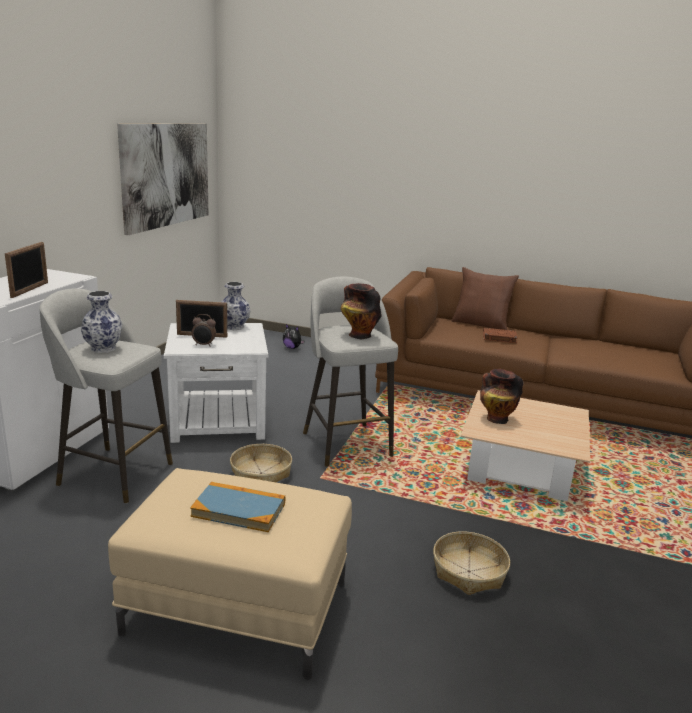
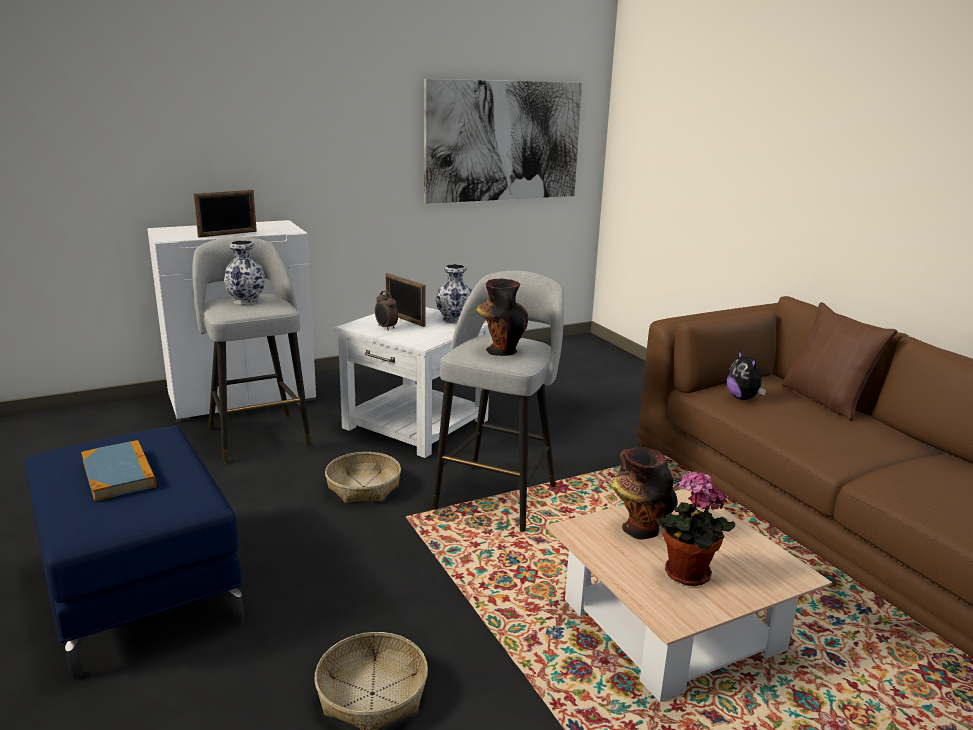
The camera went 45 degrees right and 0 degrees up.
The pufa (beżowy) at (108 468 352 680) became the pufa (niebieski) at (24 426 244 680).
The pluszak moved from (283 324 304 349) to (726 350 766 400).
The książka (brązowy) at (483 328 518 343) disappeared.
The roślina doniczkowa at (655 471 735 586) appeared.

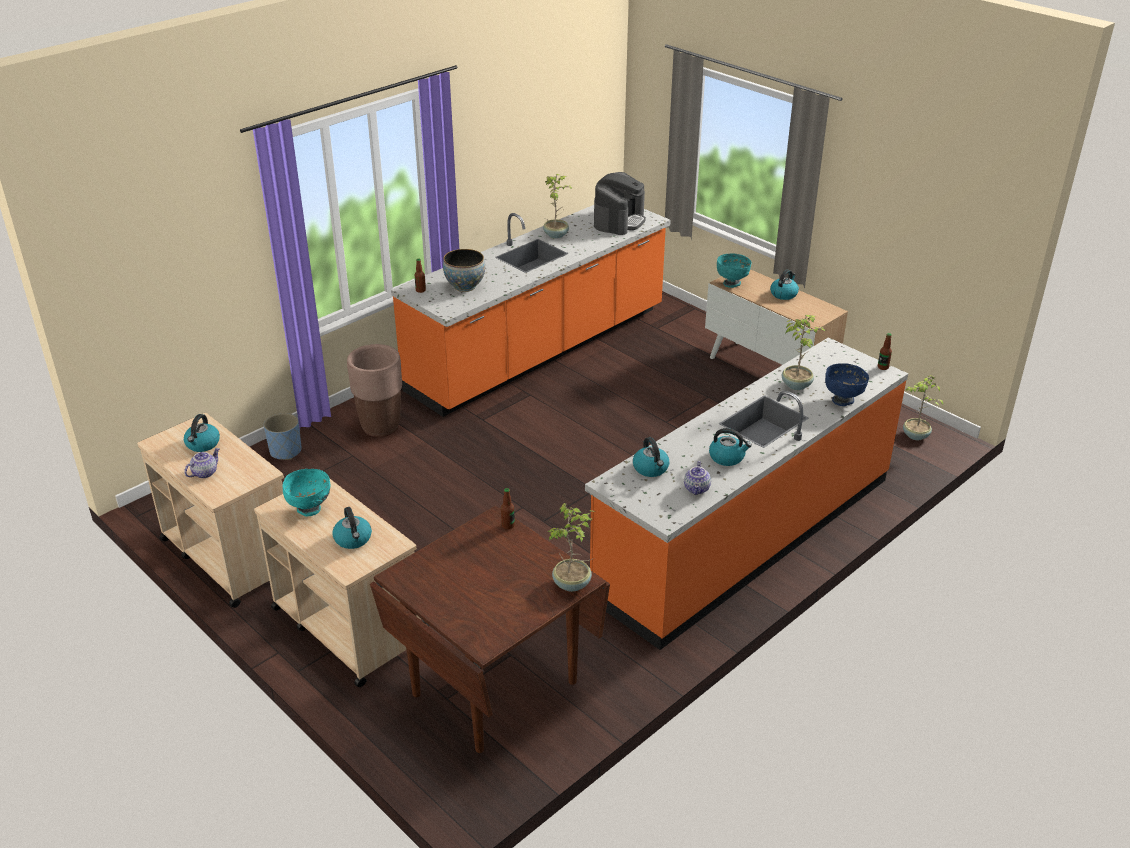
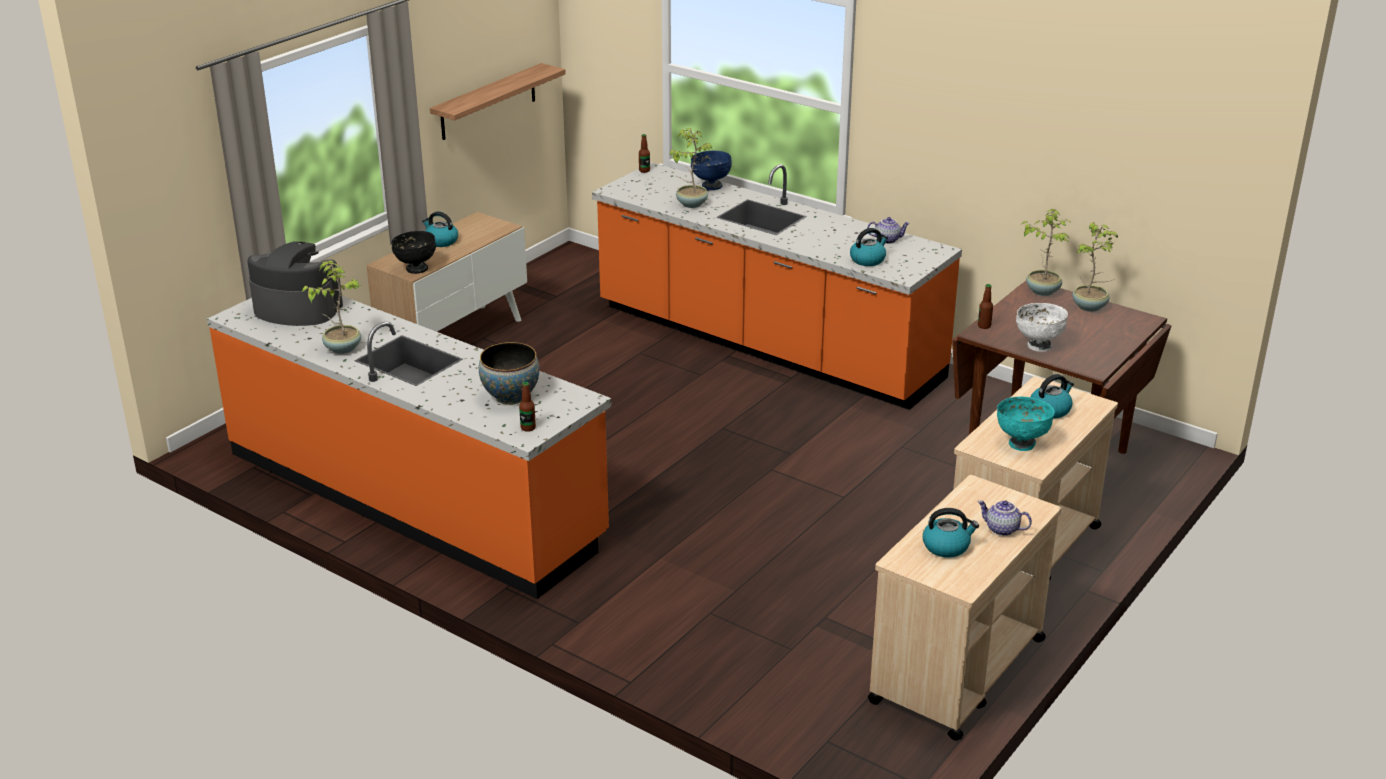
The camera went 100 degrees left and 5 degrees down.
The donica (niebieski) at (264 413 302 460) disappeared.
The donica (brązowy) at (347 344 402 437) disappeared.
The czajnik at (709 428 752 466) disappeared.
The miska (turkusowy) at (717 253 752 288) became the miska (czarny) at (391 231 436 274).
The roślina doniczkowa moved from (903 375 943 440) to (1072 222 1118 312).
The półka at (430 63 566 140) appeared.
The miska (biały) at (1016 303 1068 352) appeared.

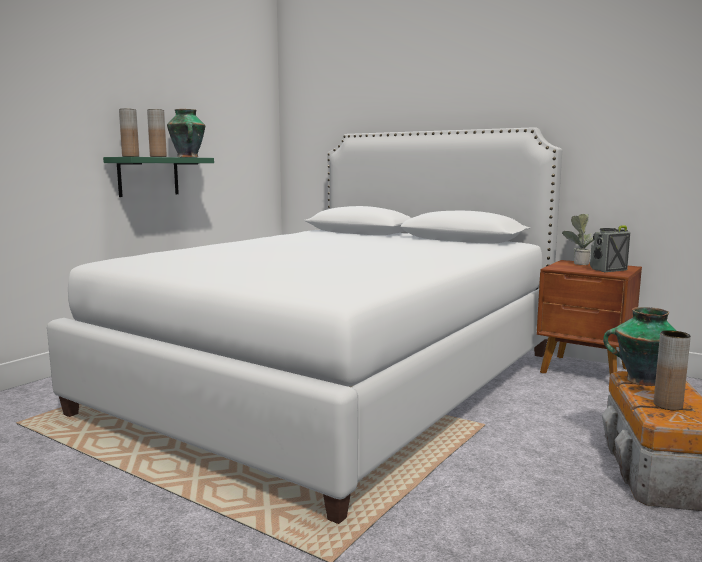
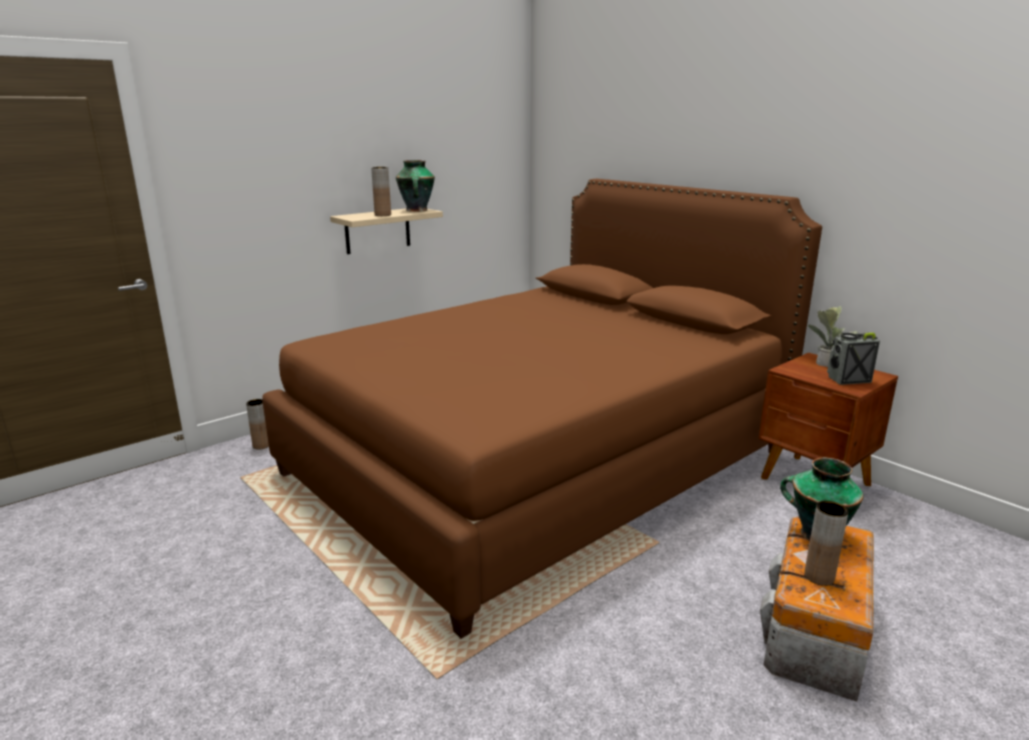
The camera went 15 degrees right and 10 degrees up.
The łóżko (biały) at (47 127 562 524) became the łóżko (brązowy) at (262 179 822 639).
The półka (zielony) at (103 157 214 197) became the półka (beżowy) at (330 208 443 254).
The wazon (brązowy) moved from (119 109 139 157) to (246 399 269 450).

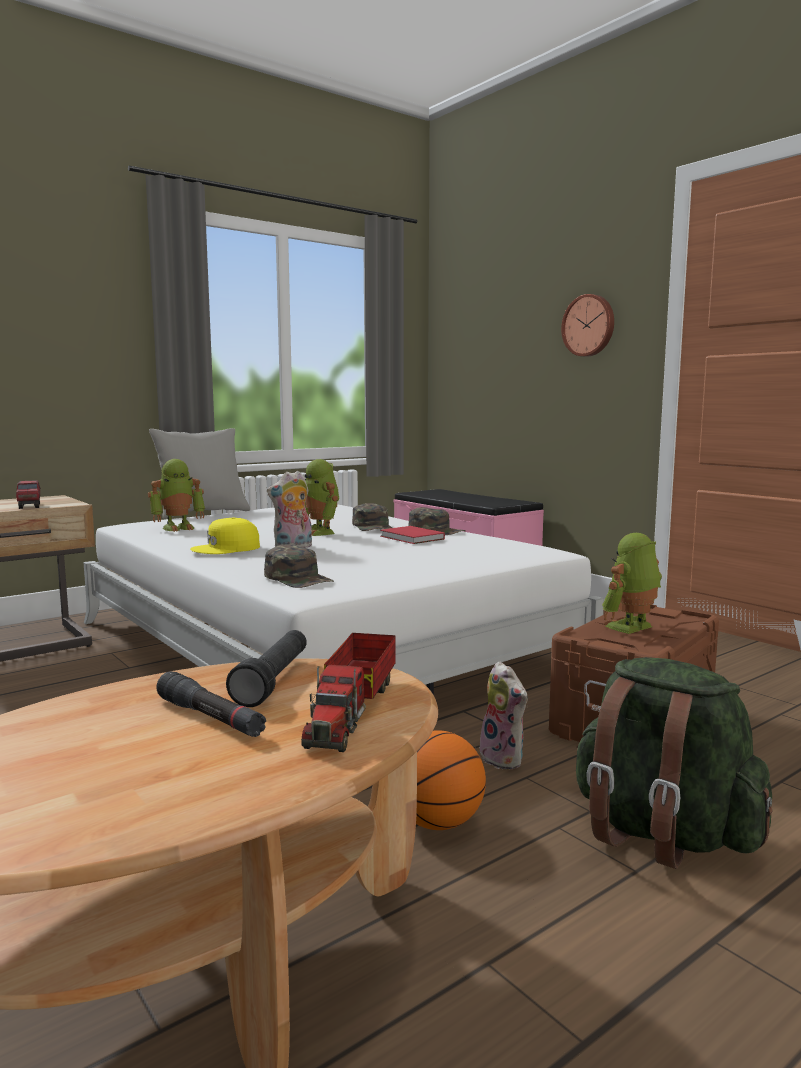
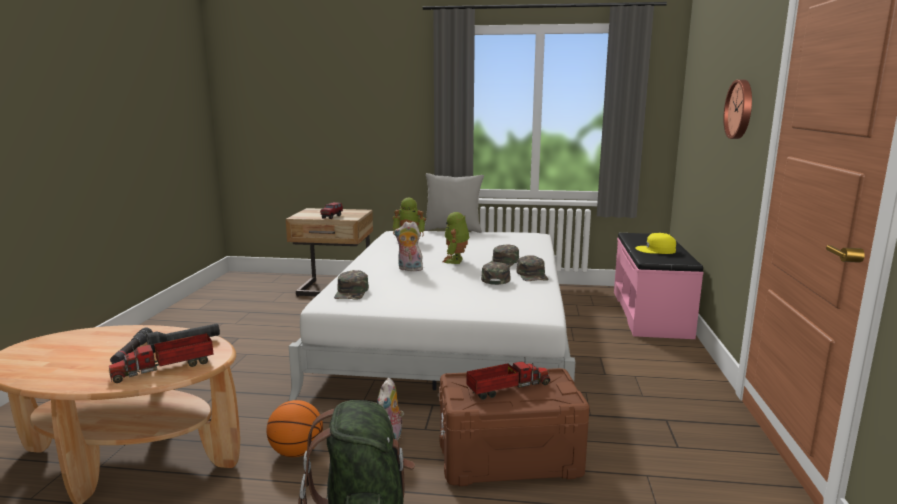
The camera went 45 degrees right and 5 degrees up.
The czapka z daszkiem (żółty) moved from (190 517 260 554) to (635 233 676 254).
The książka (czerwony) at (380 526 445 544) was replaced by the czapka z daszkiem (zielony) at (481 262 511 285).
The robot zabawkowy at (602 533 662 634) was replaced by the ciężarówka zabawkowa at (467 357 550 400).

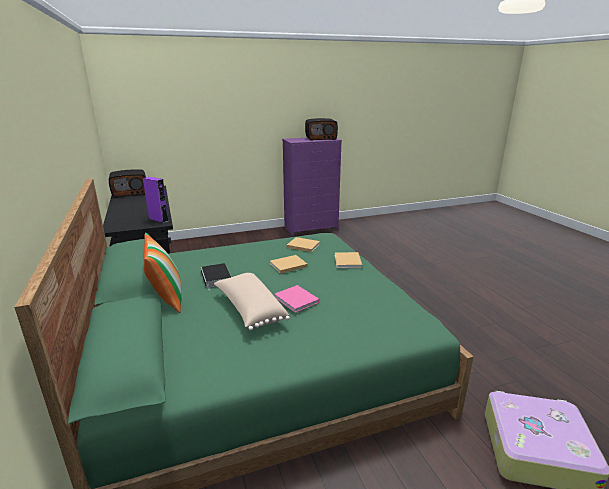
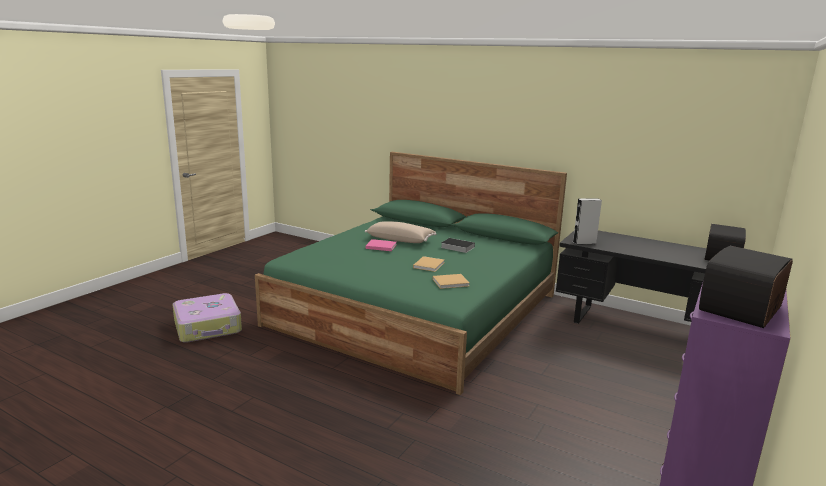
The camera went 140 degrees right and 5 degrees down.
The głośnik (fioletowy) at (143 177 169 223) became the głośnik (szary) at (573 198 602 245).
The poduszka at (143 233 182 313) disappeared.
The książka (beżowy) at (334 252 362 268) disappeared.

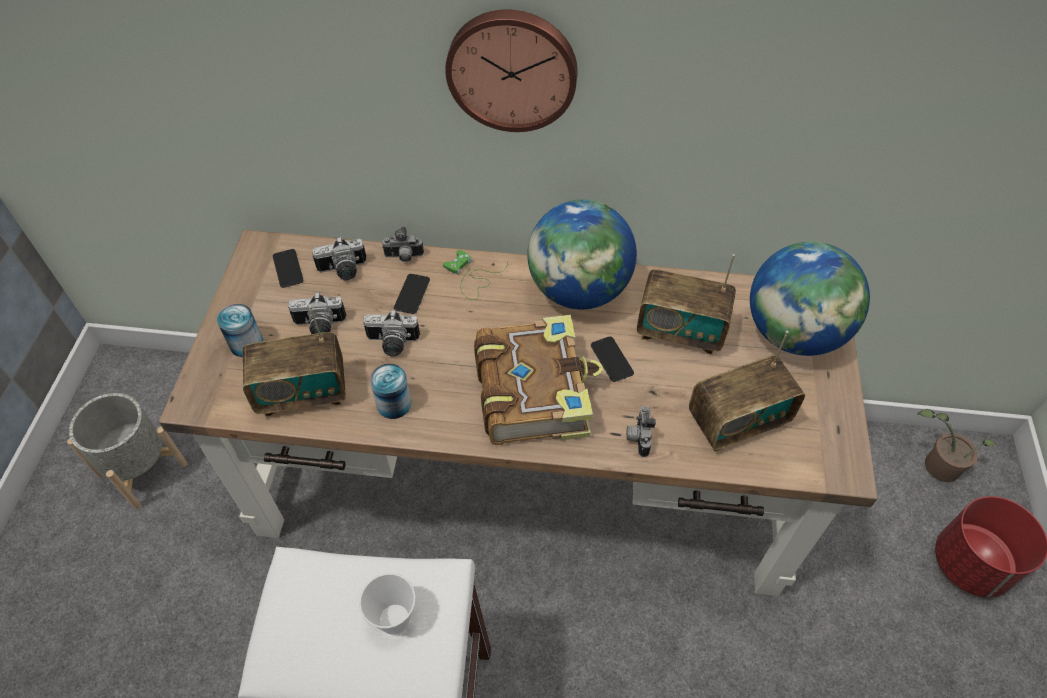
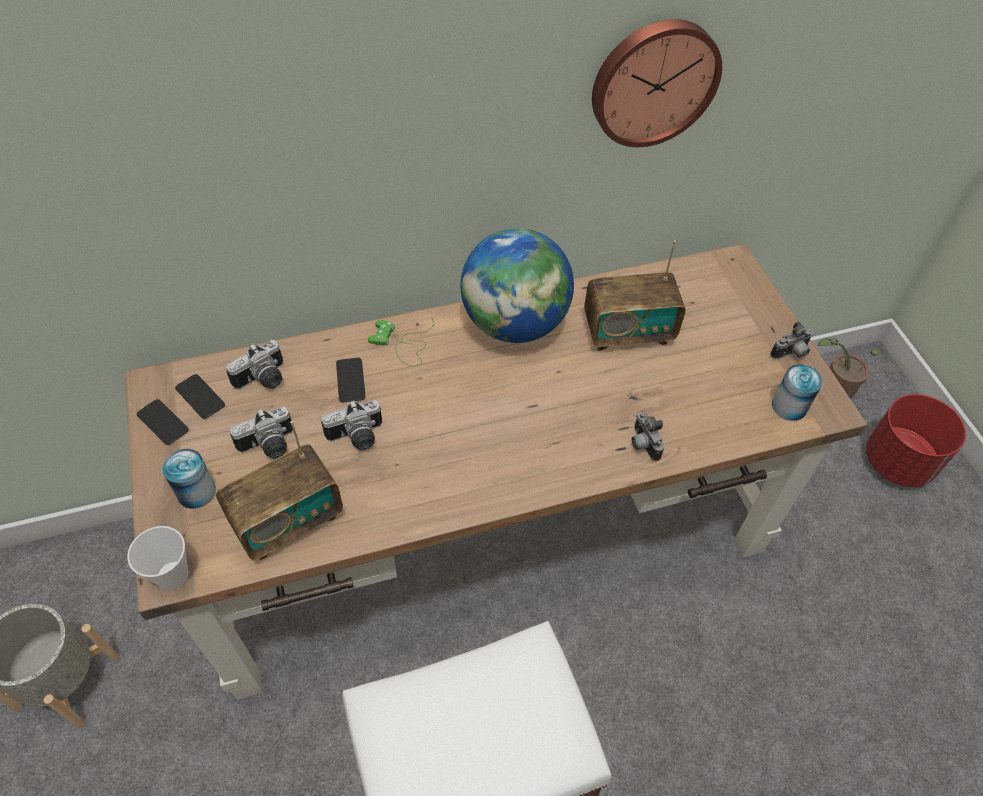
The camera went 25 degrees left and 0 degrees up.
The filiżanka moved from (359 573 416 635) to (127 526 188 590).
The puszka moved from (370 364 411 419) to (772 364 823 421).
The aparat fotograficzny moved from (382 226 424 262) to (770 321 813 359).
The zegar ścienny moved from (445 10 578 132) to (592 19 722 147).
The książka at (474 315 603 445) disappeared.
The telefon moved from (591 336 634 382) to (137 399 189 445).
The radio at (689 331 805 451) disappeared.
The globus at (750 242 870 356) disappeared.

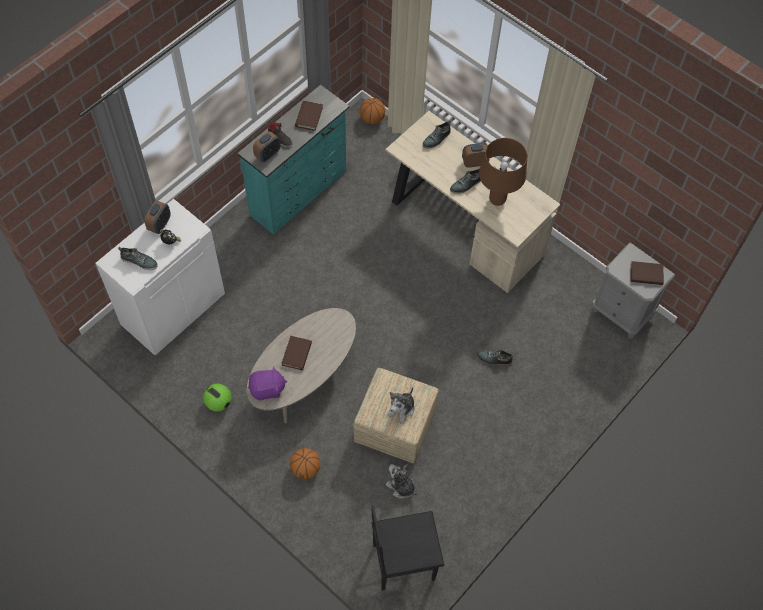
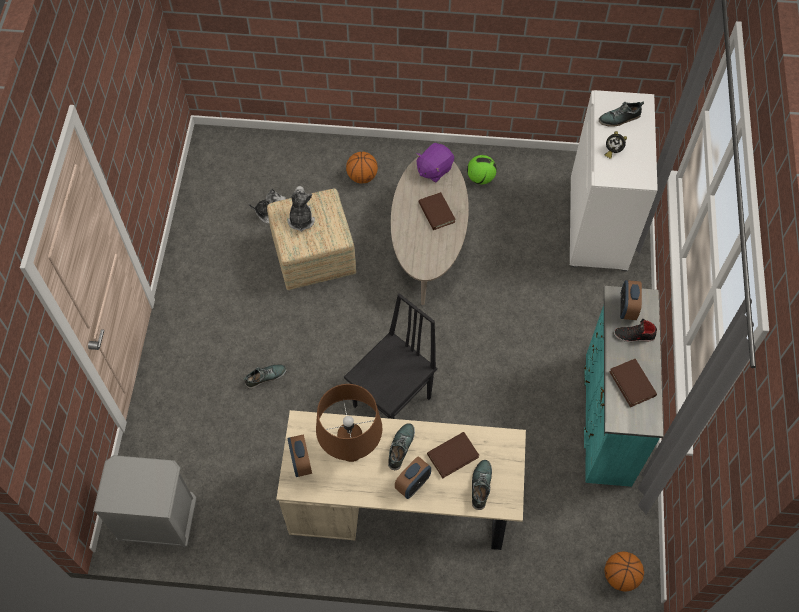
The camera went 145 degrees right and 0 degrees up.
The budzik moved from (144 201 171 234) to (288 434 312 477).
The krzesło (czarny) moved from (371 505 444 590) to (344 293 437 419).
The książka (brązowy) moved from (630 261 664 285) to (427 432 479 478).

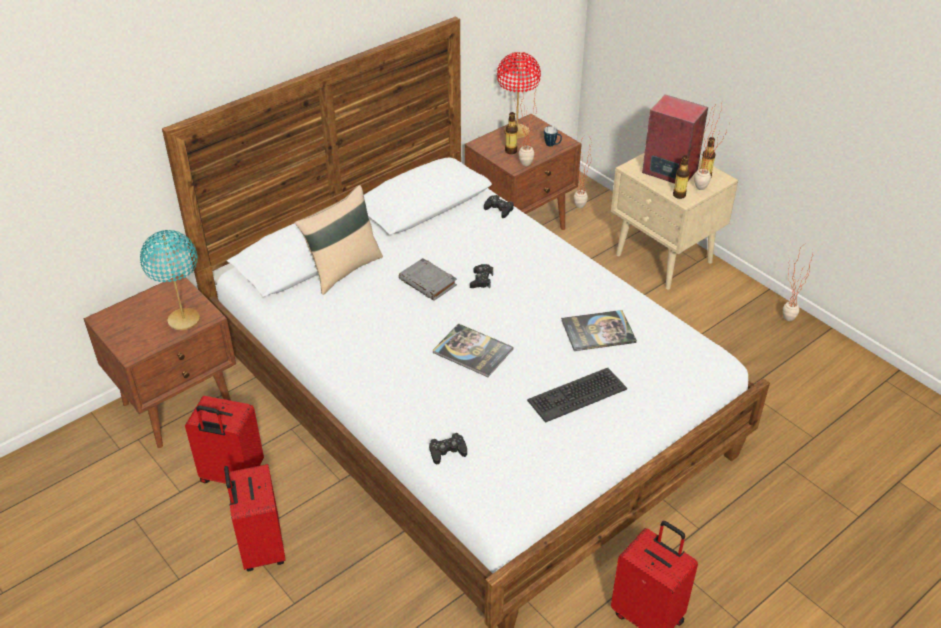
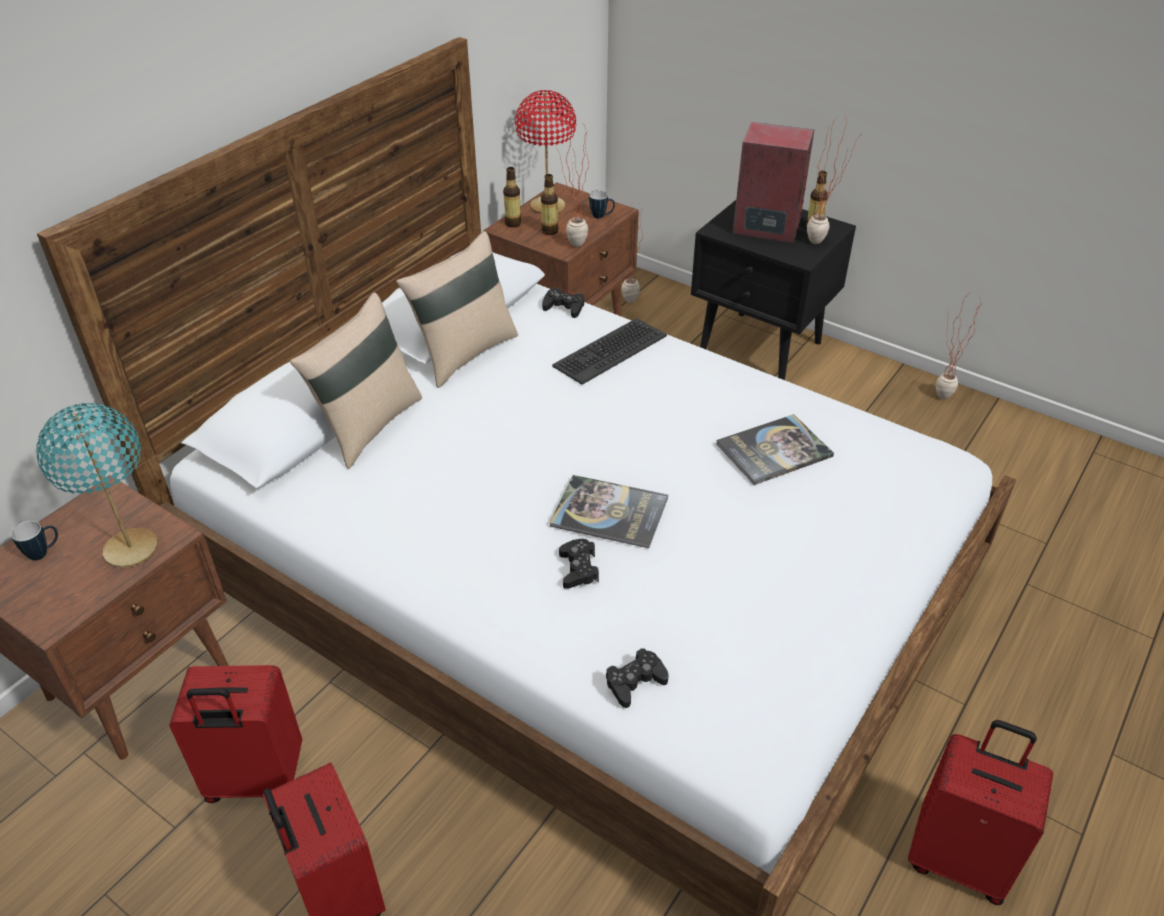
The camera went 15 degrees left and 0 degrees up.
The książka (szary) at (399 258 457 301) disappeared.
The pad do gier (czarny) moved from (470 264 493 288) to (559 539 599 589).
The klawiatura moved from (527 368 627 423) to (552 318 667 385).
The szafka nocna (beżowy) at (611 153 738 290) became the szafka nocna (czarny) at (691 200 856 380).
The butelka moved from (673 155 690 199) to (503 167 521 227).
The kubek at (11 521 58 560) appeared.
The poduszka (beżowy) at (396 231 518 388) appeared.

